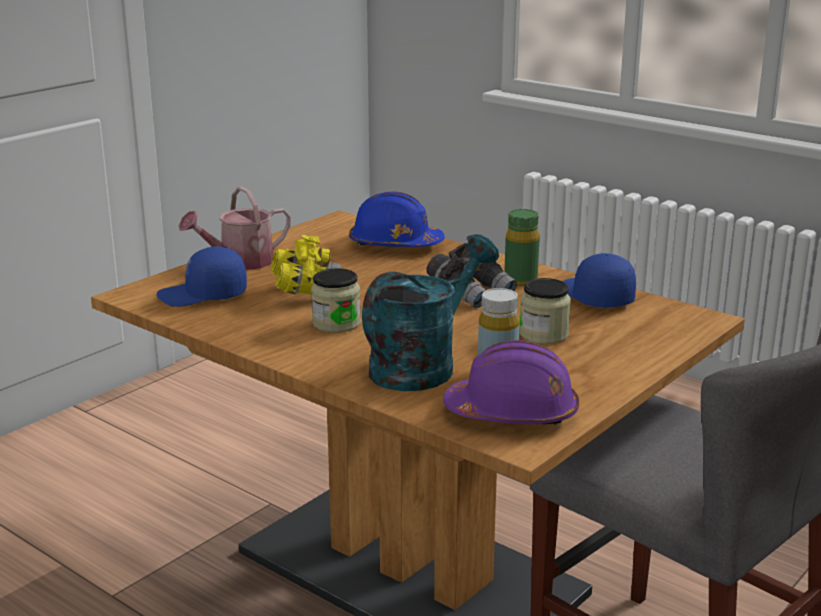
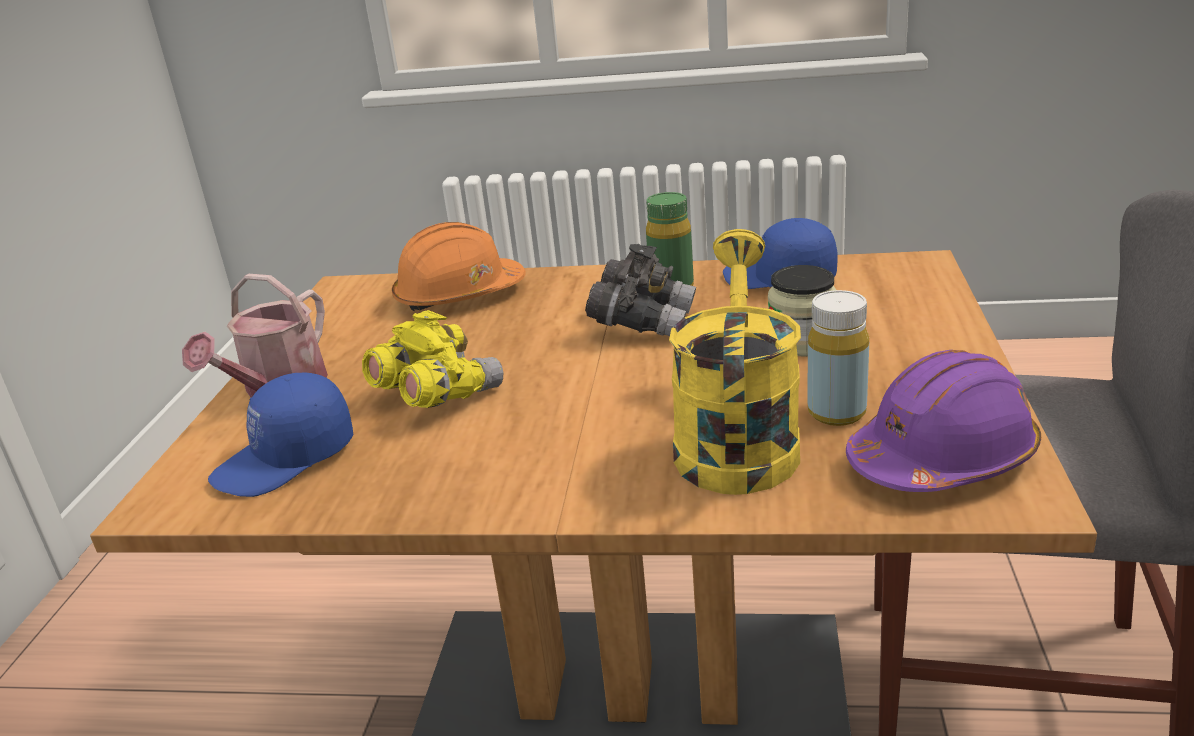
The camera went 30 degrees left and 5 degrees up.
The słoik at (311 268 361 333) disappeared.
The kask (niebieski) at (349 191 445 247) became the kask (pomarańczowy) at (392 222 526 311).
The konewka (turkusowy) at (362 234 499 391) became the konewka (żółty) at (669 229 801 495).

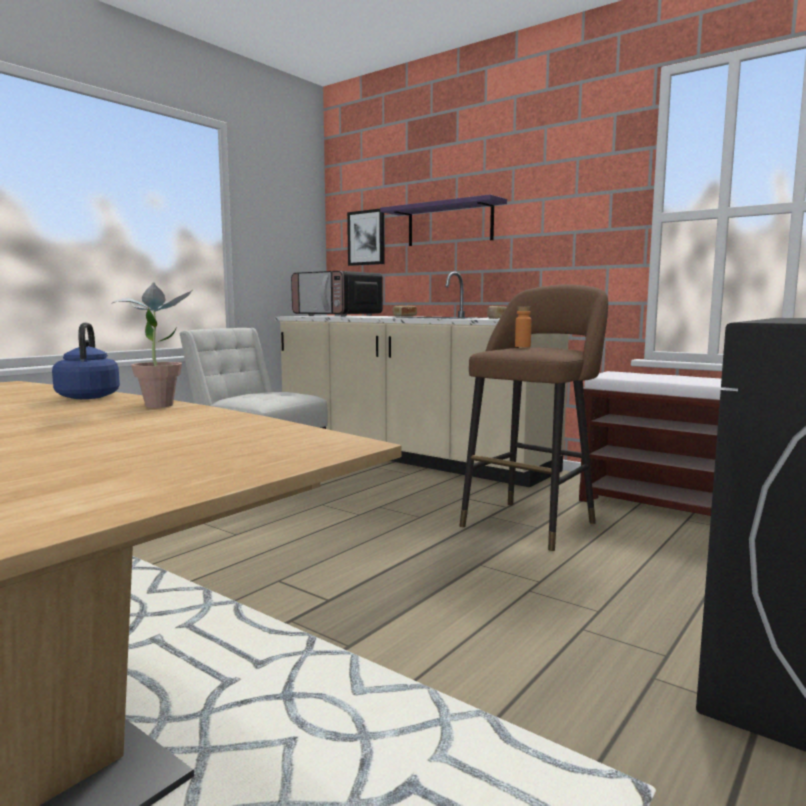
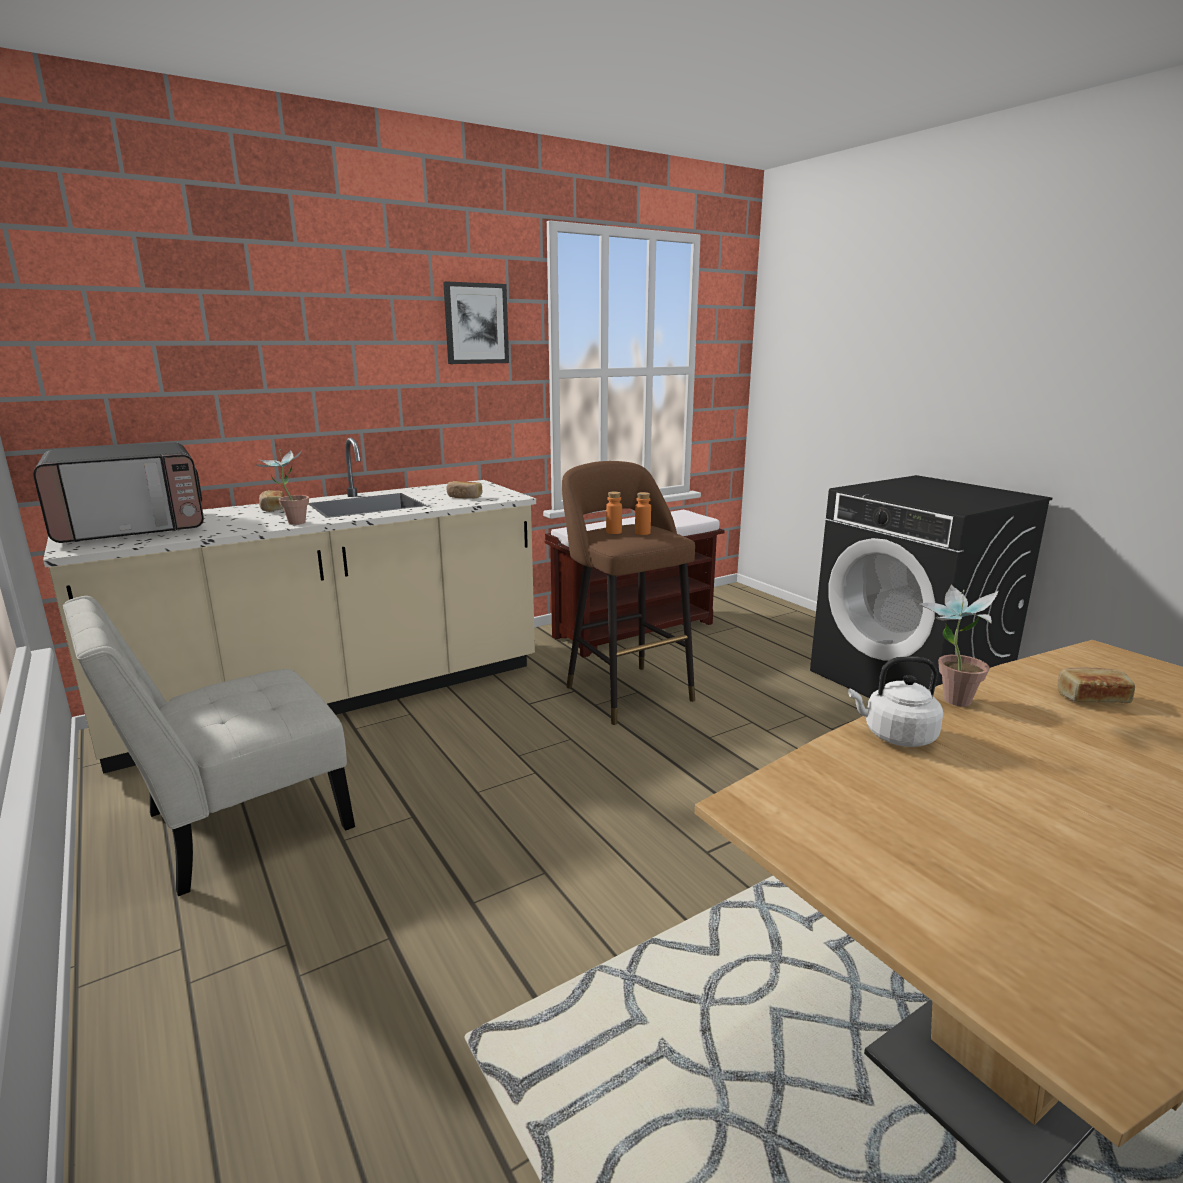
The camera went 70 degrees left and 10 degrees up.
The czajnik (niebieski) at (52 323 120 399) became the czajnik (biały) at (848 657 943 747).
The obraz moved from (347 209 385 266) to (443 281 509 364).
The półka (fioletowy) at (380 194 507 246) disappeared.
The roślina doniczkowa at (255 449 309 525) appeared.
The butelka (pomarańczowy) at (635 492 651 535) appeared.
The chleb at (1057 667 1135 703) appeared.

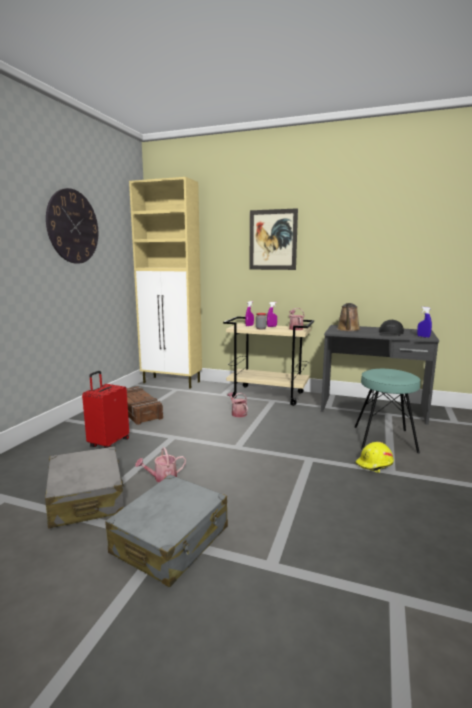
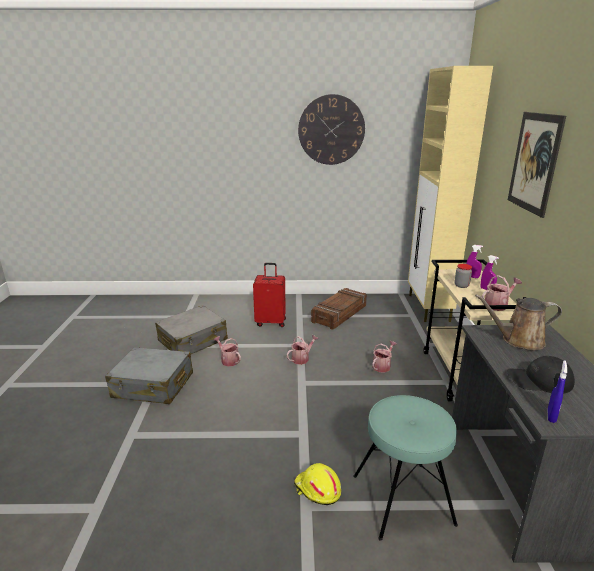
The camera went 70 degrees right and 10 degrees up.
The konewka at (287 335 318 365) appeared.

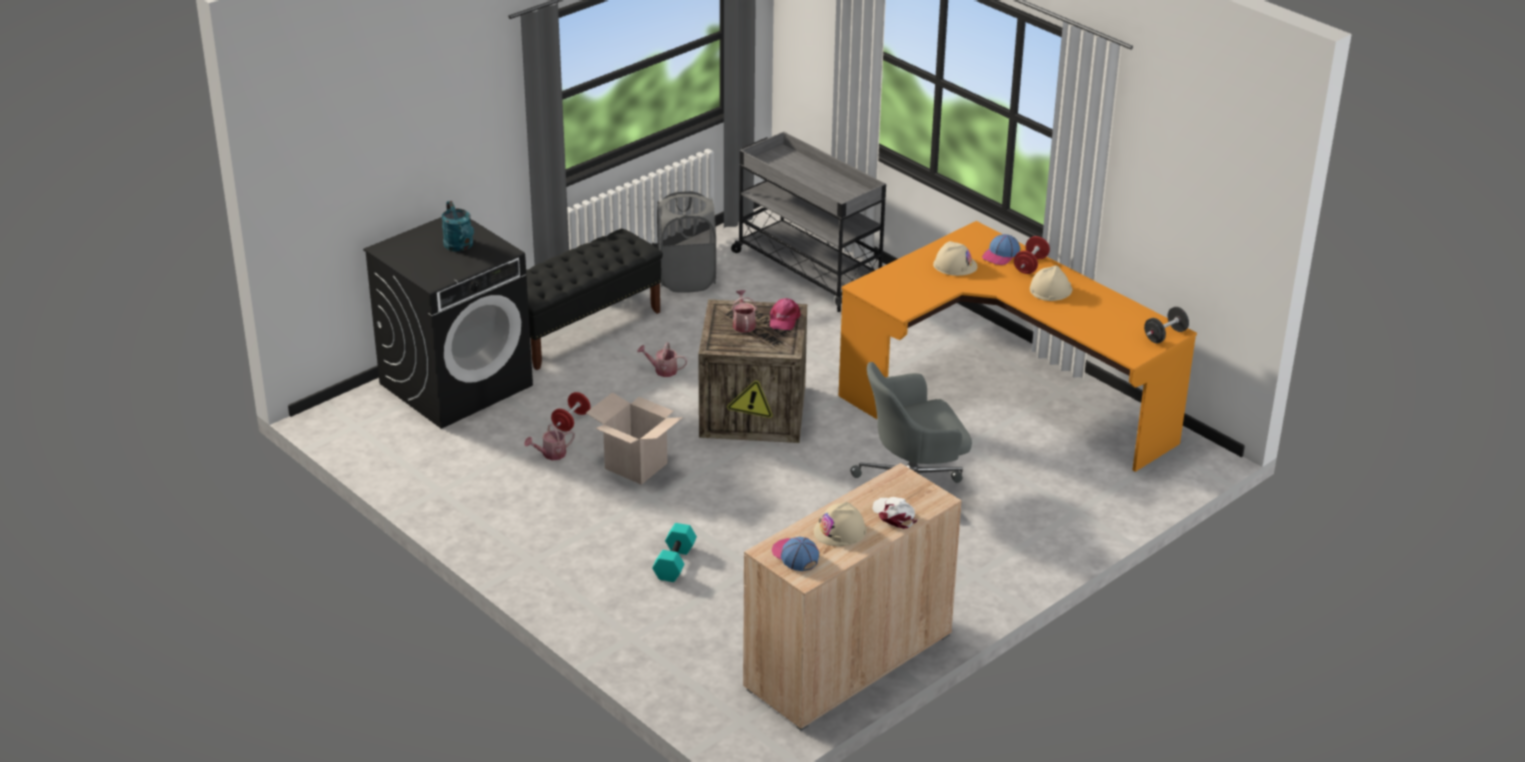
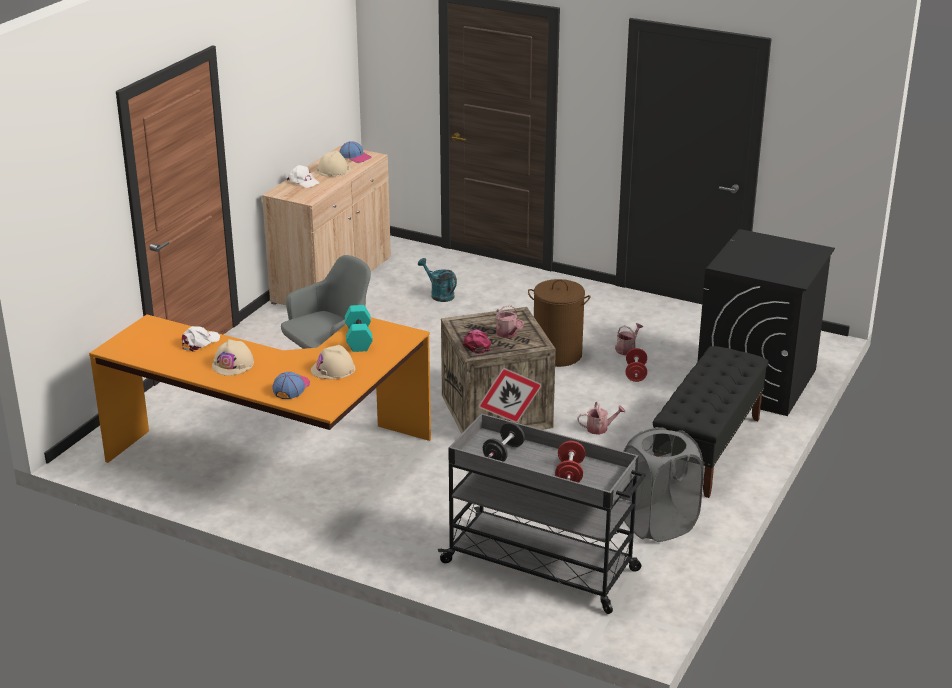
The camera went 160 degrees right and 5 degrees down.
The konewka (turkusowy) moved from (441 201 474 251) to (418 258 457 302).
The karton at (586 392 683 485) was replaced by the kosz na pranie (brązowy) at (528 279 591 367).
The hantel (turkusowy) moved from (652 523 697 582) to (345 305 373 352).
The hantel (czerwony) moved from (1014 236 1050 274) to (555 441 585 483).
The hantel (czarny) moved from (1144 307 1189 343) to (483 422 525 462).
The czapka z daszkiem (biały) at (182 326 220 352) appeared.

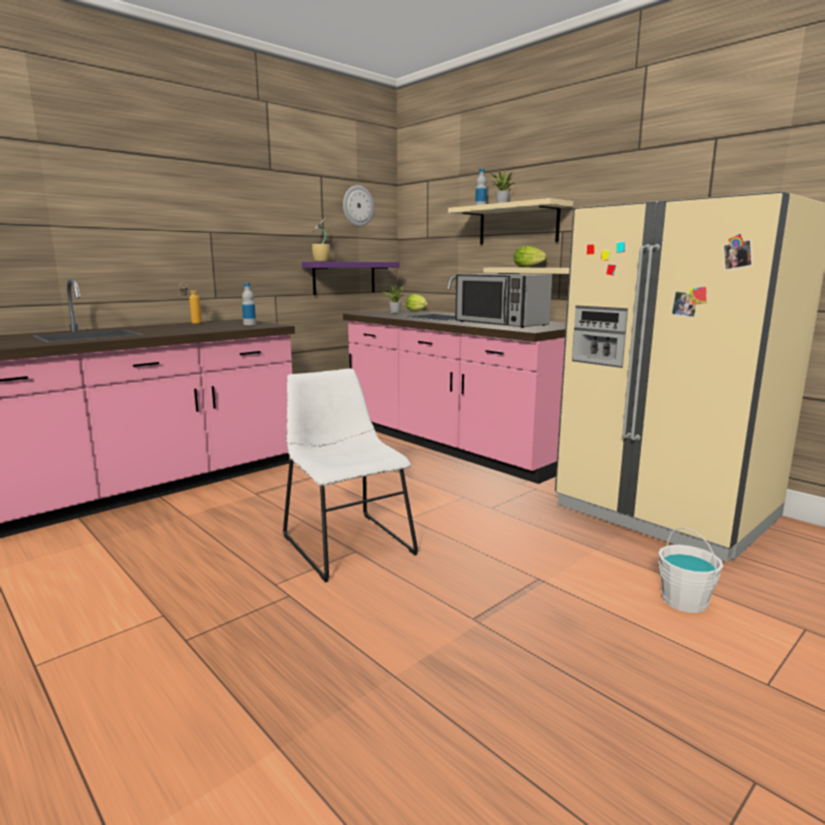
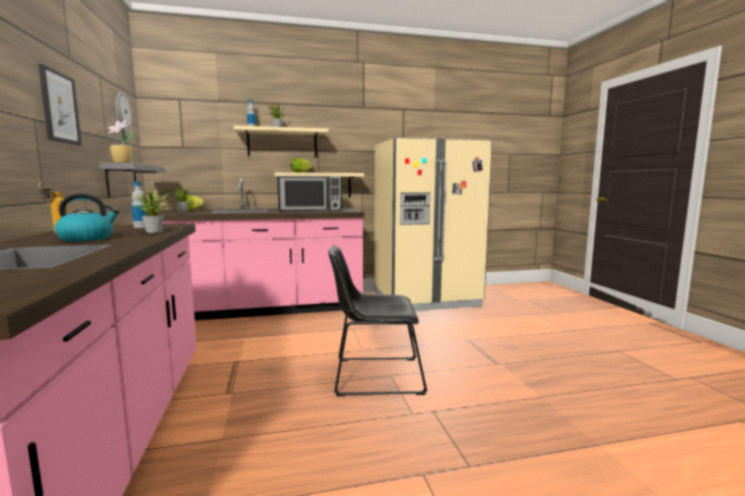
The camera went 60 degrees left and 5 degrees down.
The krzesło (biały) at (283 368 419 583) became the krzesło (czarny) at (328 245 427 396).
The półka (fioletowy) at (302 262 399 295) became the półka (szary) at (99 163 165 198).
The wiadro (biały) at (658 527 723 613) disappeared.
The obraz at (38 64 82 145) appeared.
The czajnik at (55 193 119 242) appeared.
The roślina doniczkowa at (135 189 171 233) appeared.

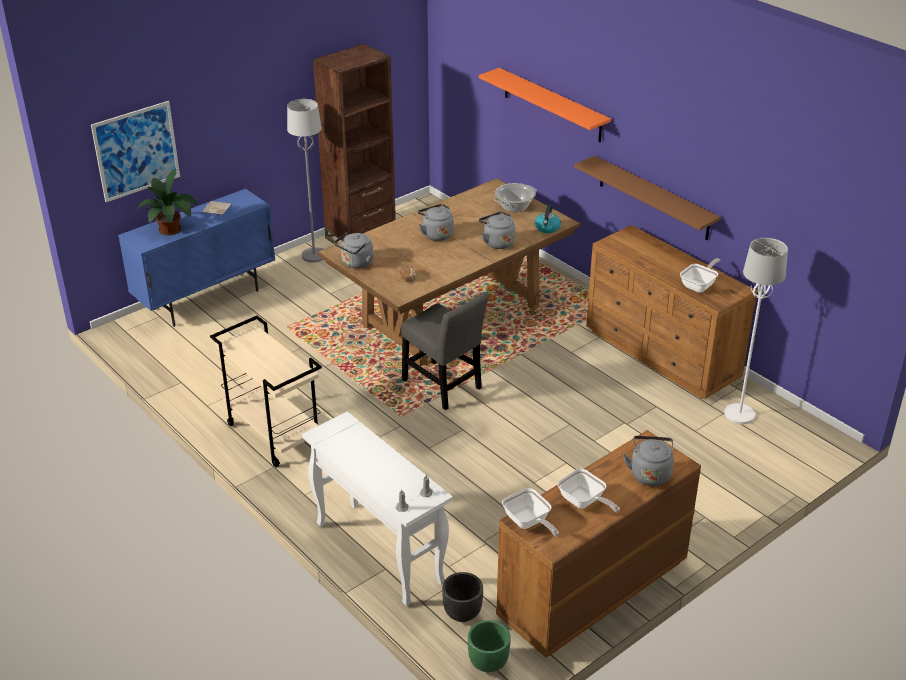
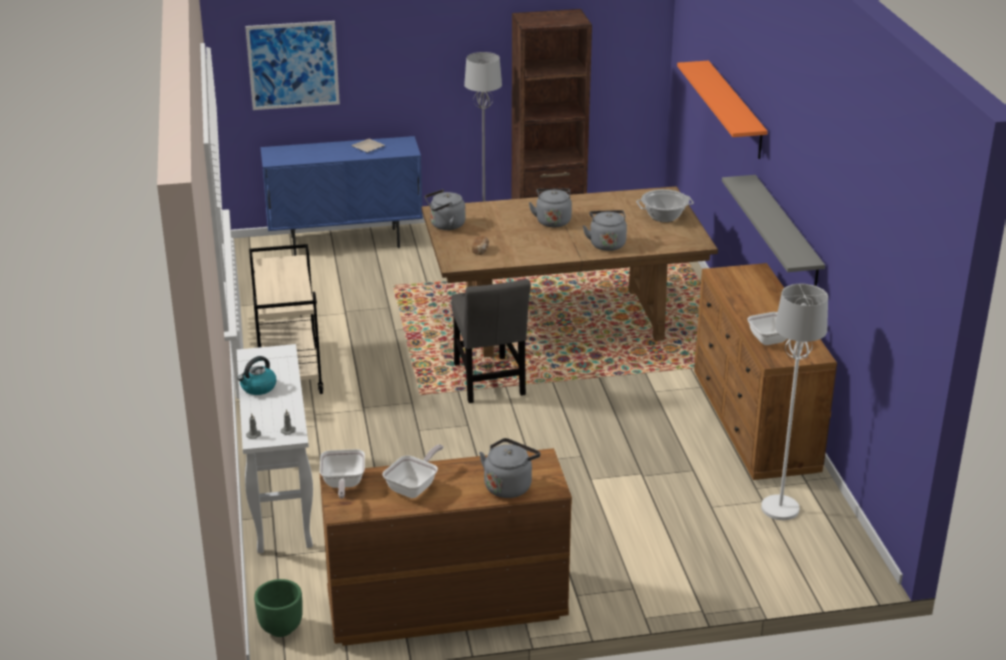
The camera went 30 degrees right and 5 degrees down.
The roślina doniczkowa at (136 169 198 236) disappeared.
The donica (czarny) at (442 572 483 622) disappeared.
The czajnik moved from (535 205 561 233) to (238 356 276 395).
The patelnia at (557 469 620 513) turned 135 degrees counterclockwise.
The półka (brązowy) at (574 156 721 240) became the półka (szary) at (722 175 825 286).

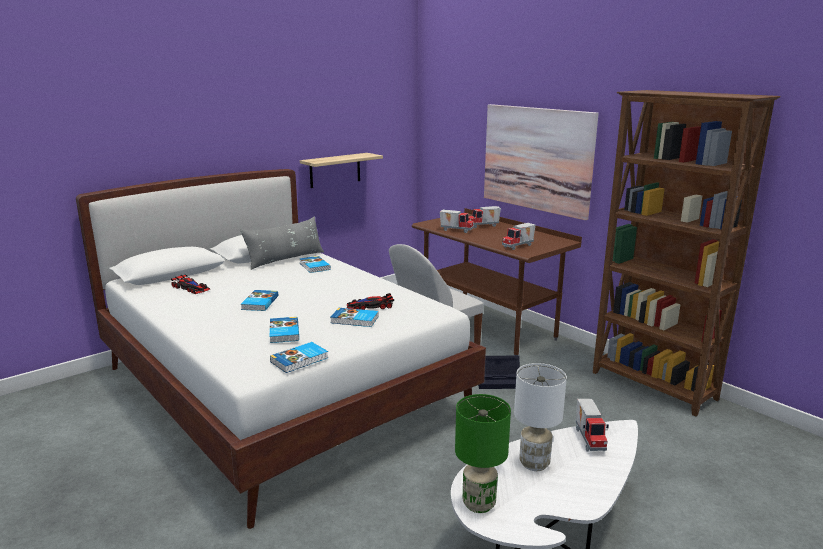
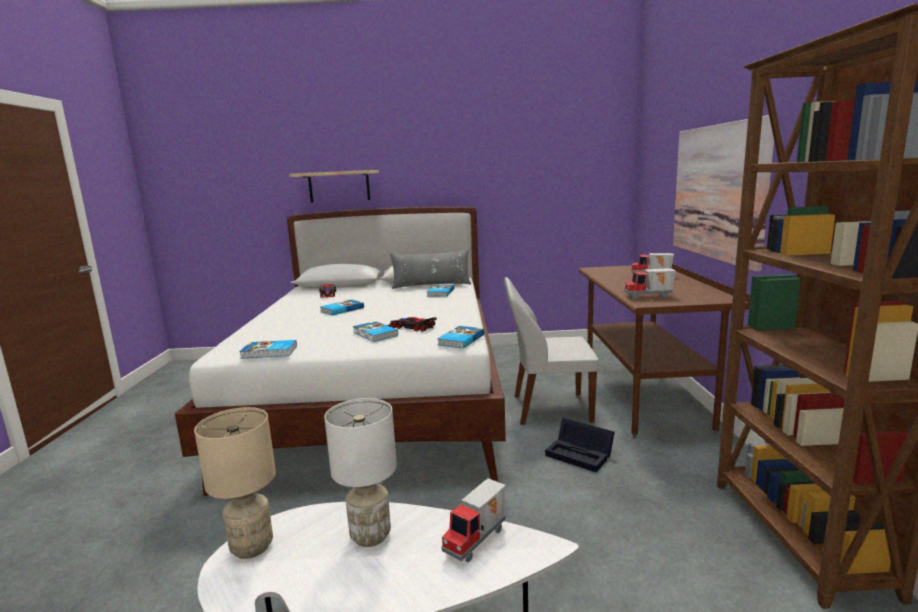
The camera went 40 degrees right and 5 degrees down.
The książka moved from (270 317 299 343) to (437 326 484 349).
The półka moved from (300 153 383 188) to (289 170 379 202).
The ciężarówka zabawkowa at (440 210 474 233) disappeared.
The lampa stołowa (zielony) at (455 394 511 513) became the lampa stołowa (beżowy) at (194 407 276 559).

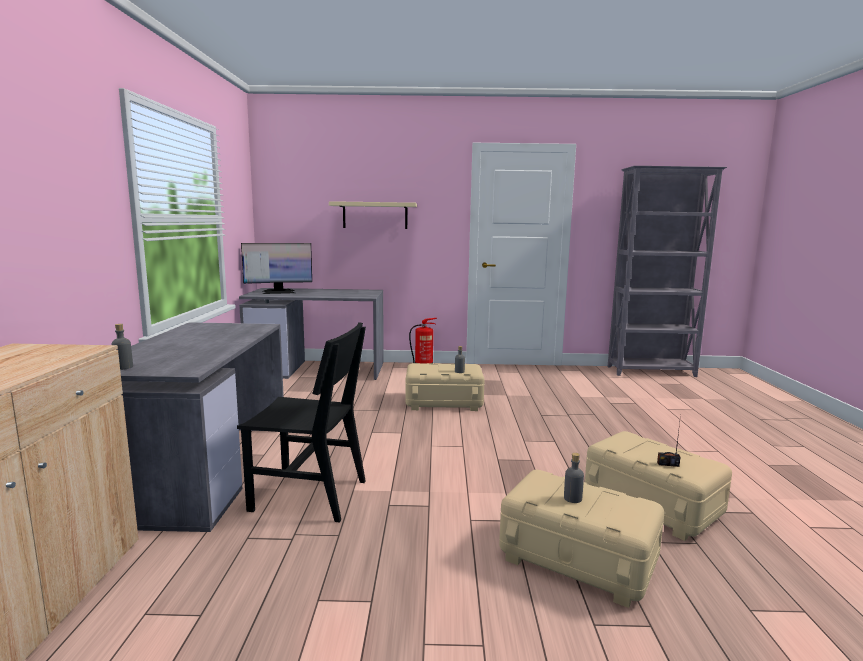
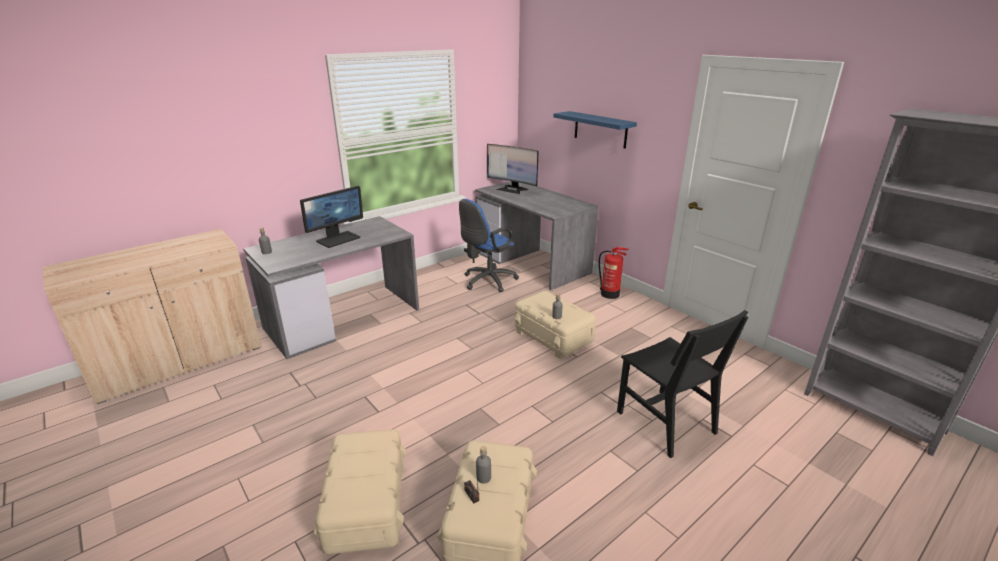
The camera went 50 degrees right and 15 degrees up.
The krzesło (czarny) moved from (237 322 366 523) to (617 310 748 458).
The półka (beżowy) at (329 201 417 229) became the półka (niebieski) at (553 111 637 149).
The butelka (szary) moved from (564 453 584 503) to (476 446 491 484).
The monitor at (300 186 363 248) appeared.
The krzesło biurowe (niebieski) at (459 199 519 292) appeared.

